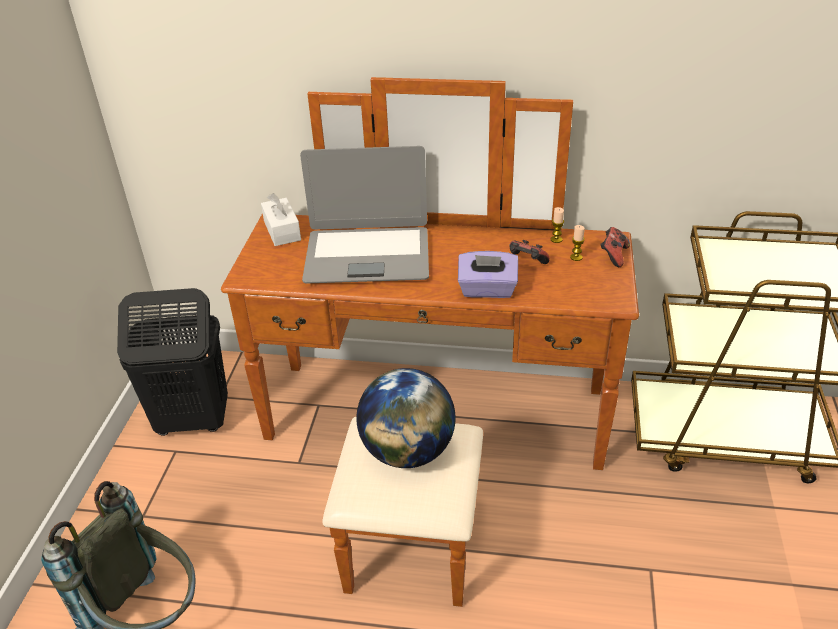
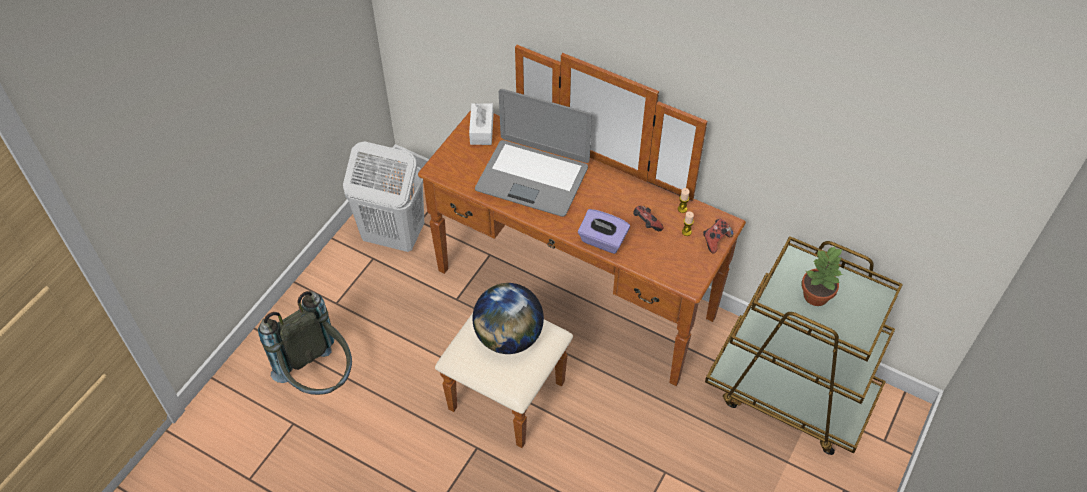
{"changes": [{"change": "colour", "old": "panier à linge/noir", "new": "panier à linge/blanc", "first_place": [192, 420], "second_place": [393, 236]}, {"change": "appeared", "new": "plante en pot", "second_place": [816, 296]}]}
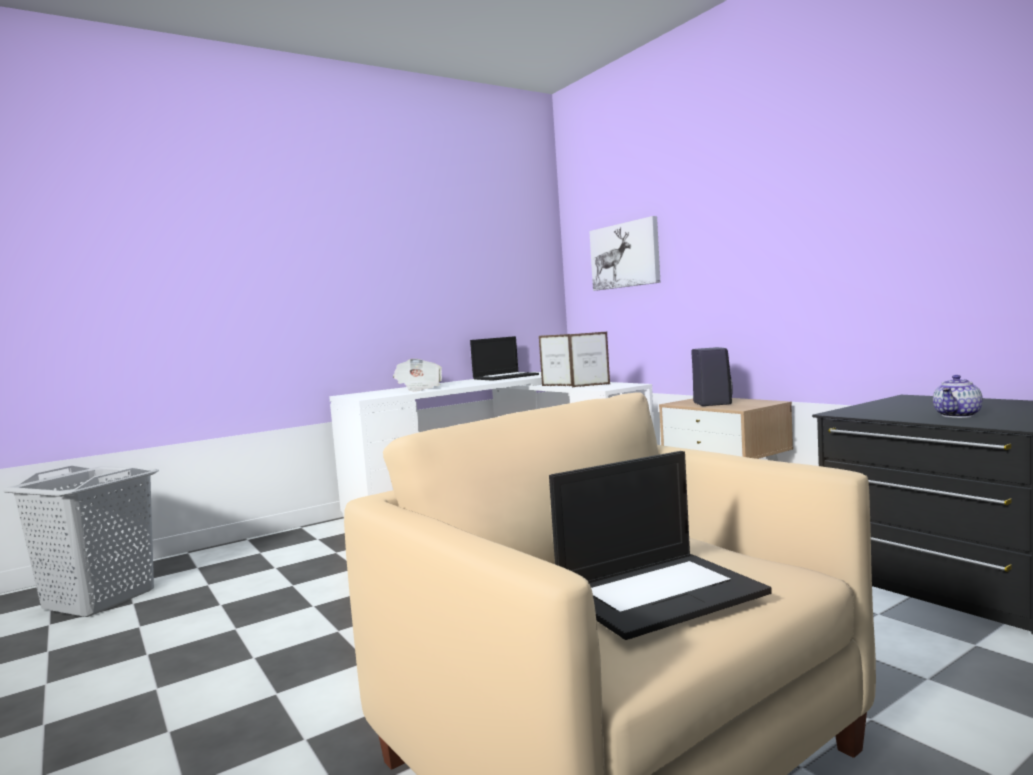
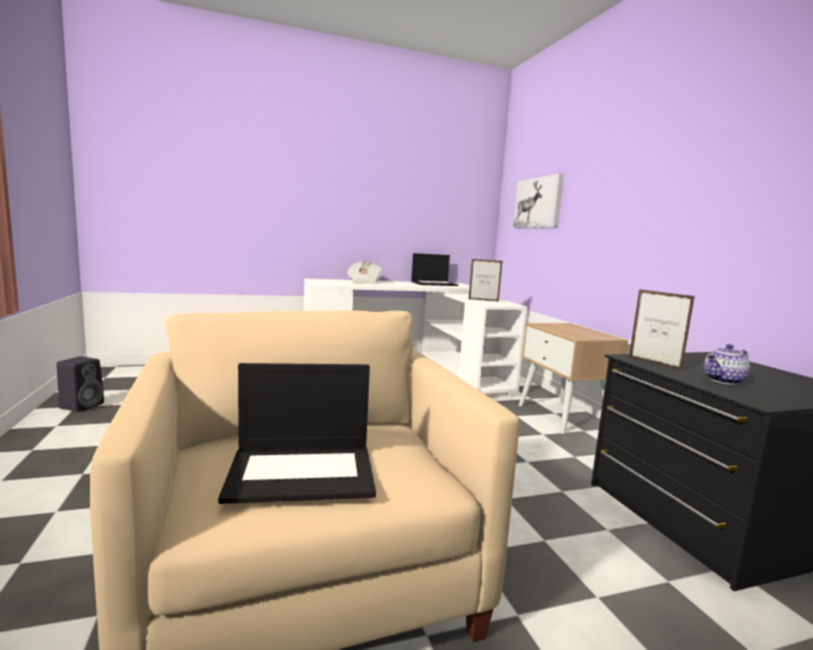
{"changes": [{"change": "missing", "old": "panier à linge/gris", "first_place": [100, 599]}, {"change": "relocated", "old": "cadre photo", "first_place": [557, 386], "second_place": [654, 363]}, {"change": "relocated", "old": "enceinte/noir", "first_place": [711, 403], "second_place": [82, 405]}]}
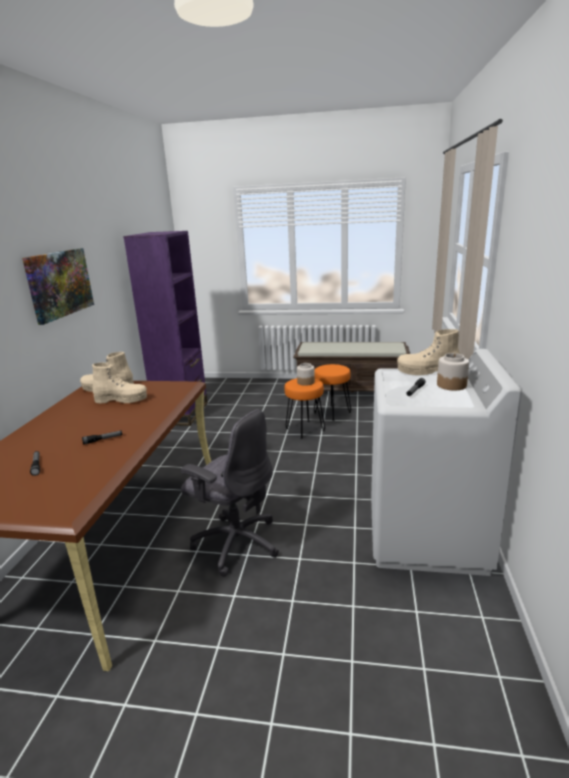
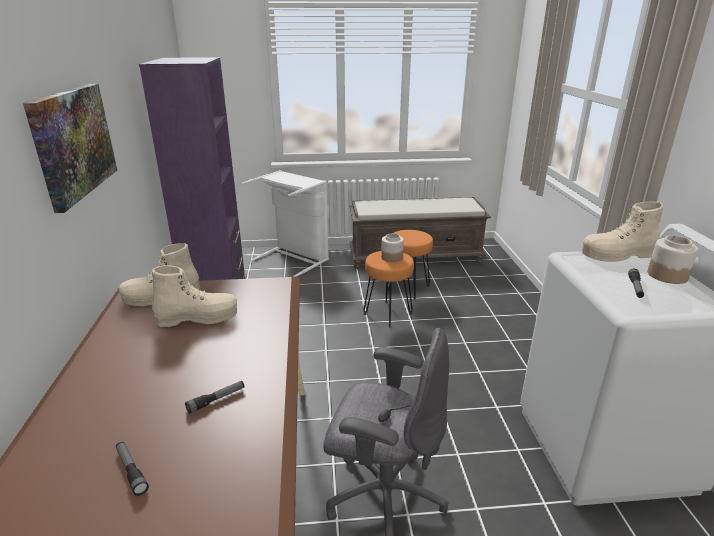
{"changes": [{"change": "appeared", "new": "panier à linge/blanc", "second_place": [295, 258]}]}
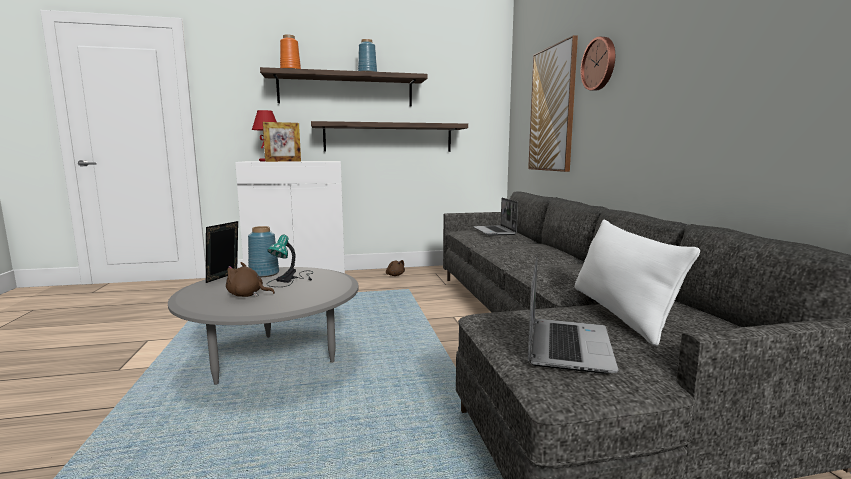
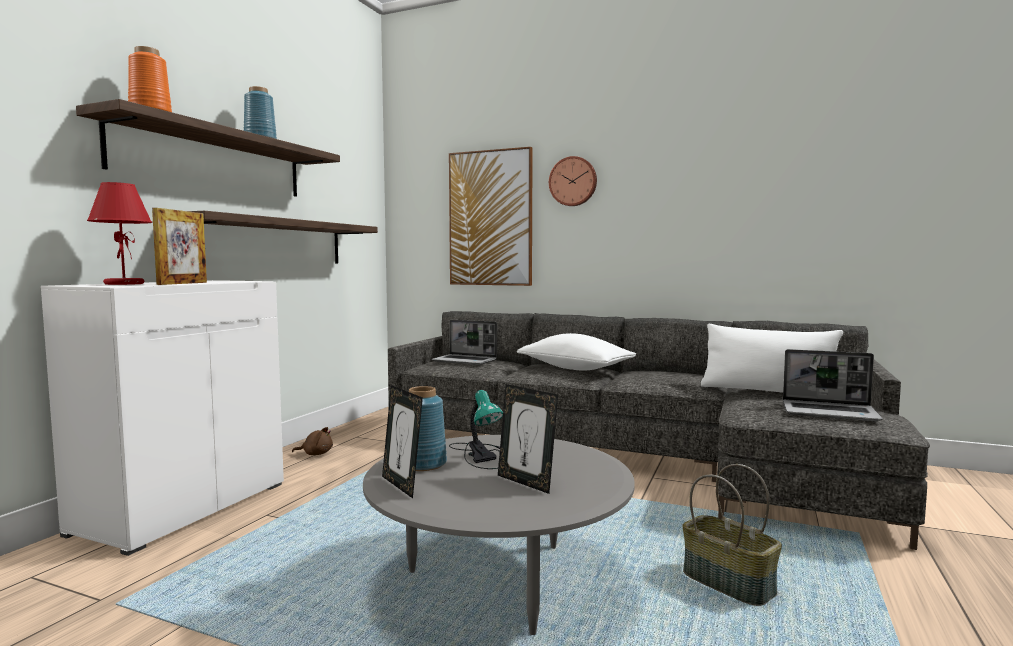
{"changes": [{"change": "exchanged", "old": "peluche/marron", "new": "cadre photo", "first_place": [247, 295], "second_place": [526, 482]}, {"change": "spun", "old": "ordinateur portable", "first_place": [566, 346], "second_place": [830, 412], "degrees": 150}, {"change": "appeared", "new": "coussin/blanc", "second_place": [575, 368]}, {"change": "appeared", "new": "panier", "second_place": [729, 583]}]}
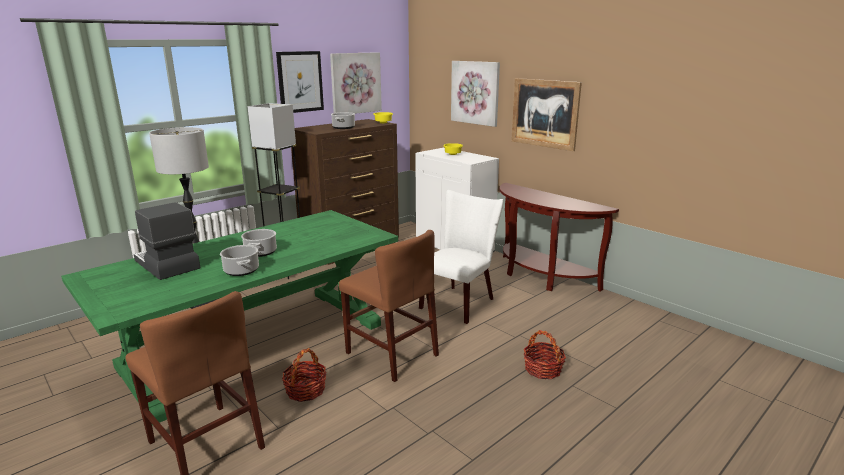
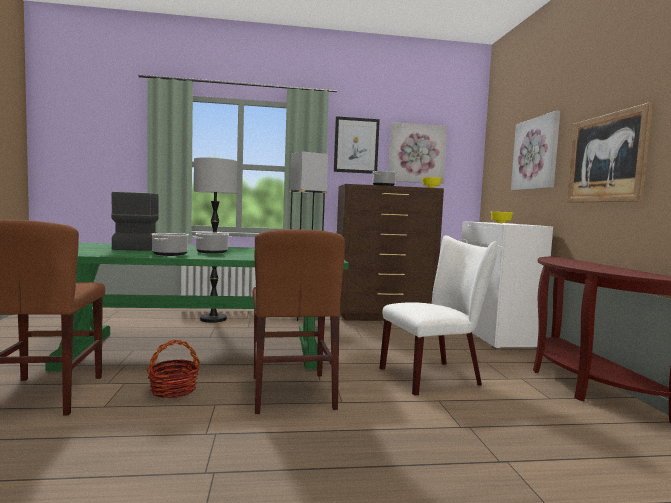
{"changes": [{"change": "missing", "old": "panier", "first_place": [542, 369]}]}
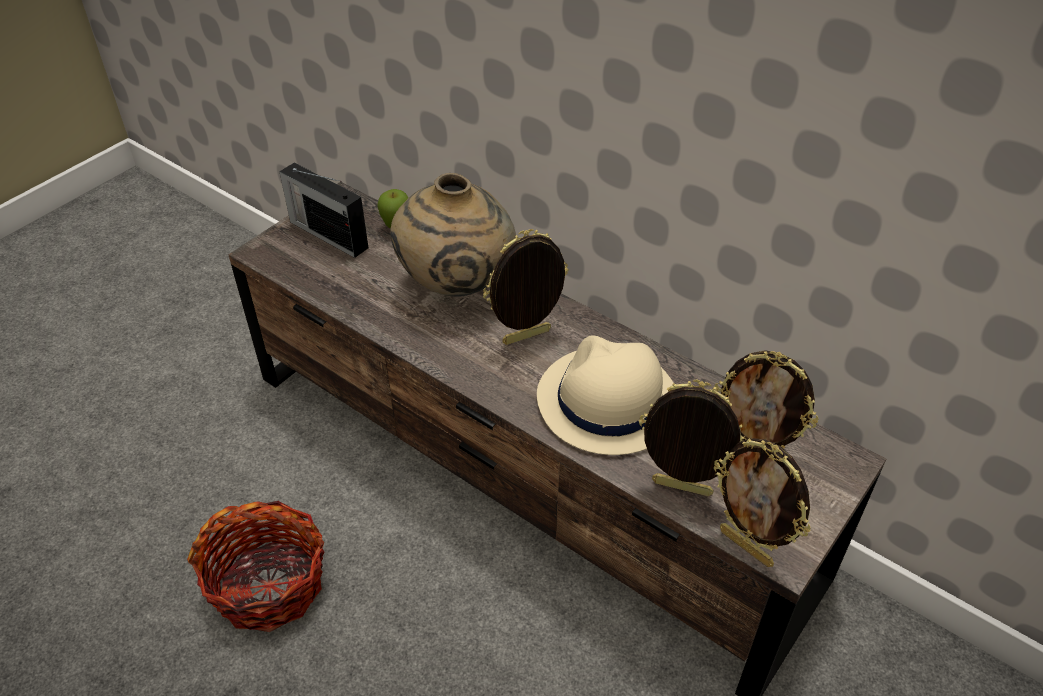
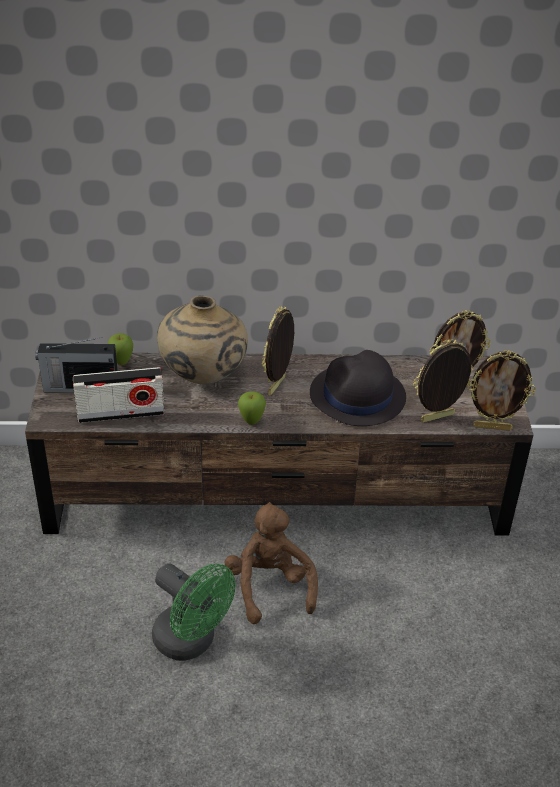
{"changes": [{"change": "exchanged", "old": "panier", "new": "ventilateur/vert", "first_place": [269, 584], "second_place": [192, 642]}, {"change": "colour", "old": "chapeau/beige", "new": "chapeau/noir", "first_place": [607, 401], "second_place": [357, 396]}, {"change": "appeared", "new": "radio", "second_place": [121, 413]}, {"change": "appeared", "new": "peluche/marron", "second_place": [269, 586]}, {"change": "appeared", "new": "pomme", "second_place": [251, 421]}]}
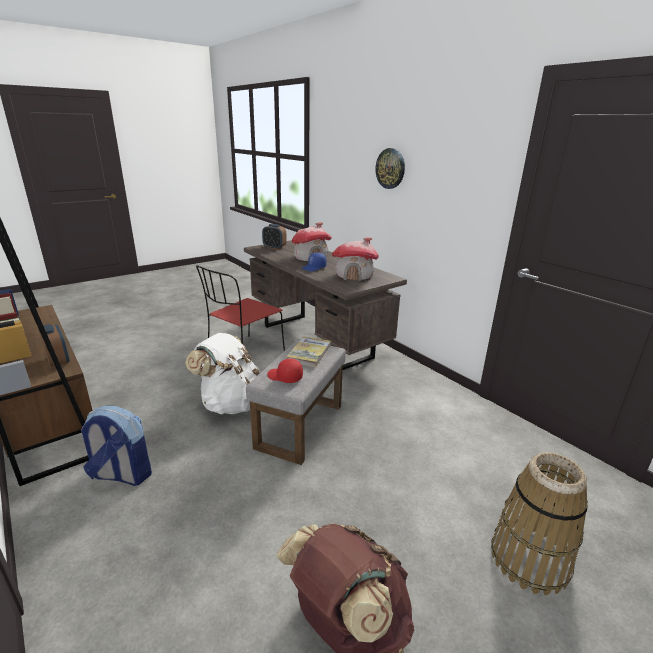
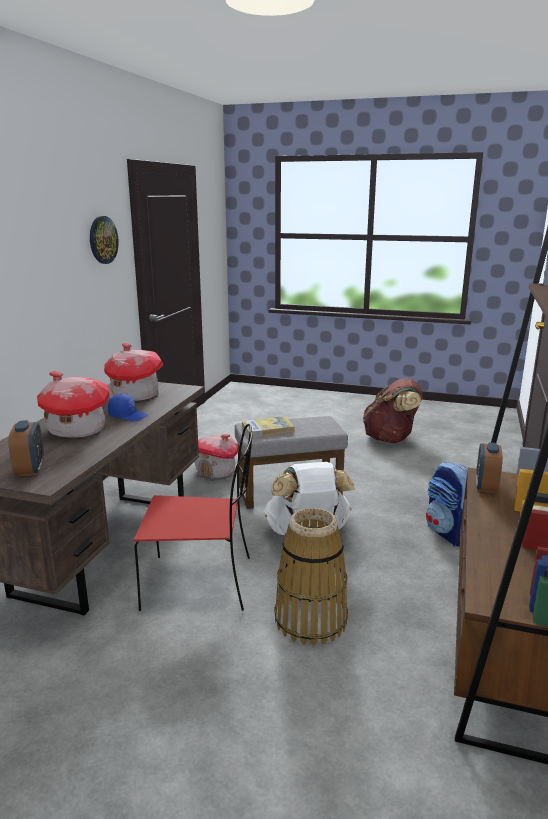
{"changes": [{"change": "missing", "old": "casquette/rouge", "first_place": [284, 377]}, {"change": "relocated", "old": "horloge murale", "first_place": [390, 168], "second_place": [103, 240]}, {"change": "relocated", "old": "panier", "first_place": [529, 558], "second_place": [310, 620]}, {"change": "appeared", "new": "maison miniature", "second_place": [216, 471]}]}
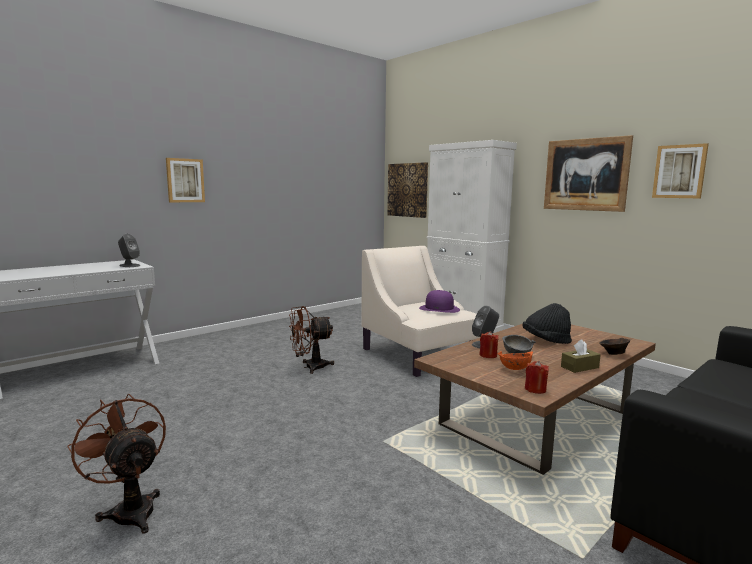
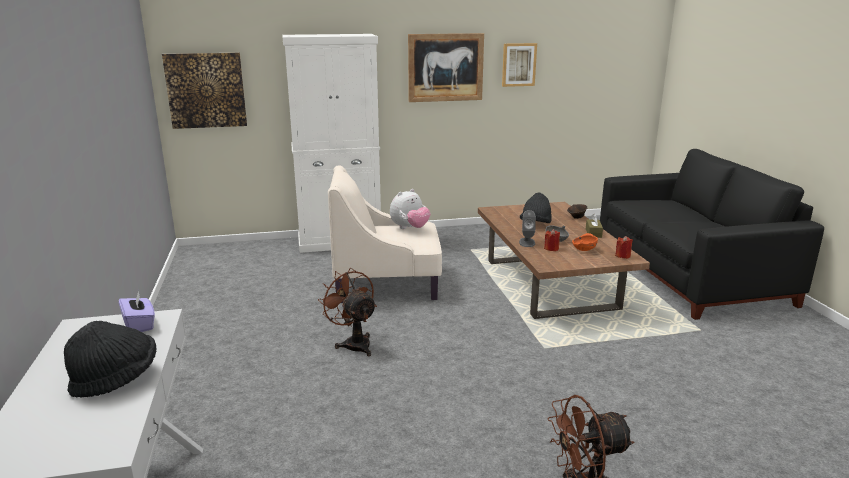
{"changes": [{"change": "exchanged", "old": "enceinte/gris", "new": "boîte à mouchoirs/violet", "first_place": [129, 265], "second_place": [139, 325]}, {"change": "missing", "old": "tableau", "first_place": [185, 180]}, {"change": "spun", "old": "ventilateur/marron", "first_place": [310, 367], "second_place": [354, 343], "degrees": 135}, {"change": "exchanged", "old": "chapeau/violet", "new": "peluche", "first_place": [439, 309], "second_place": [410, 228]}, {"change": "appeared", "new": "chapeau/noir", "second_place": [116, 379]}]}
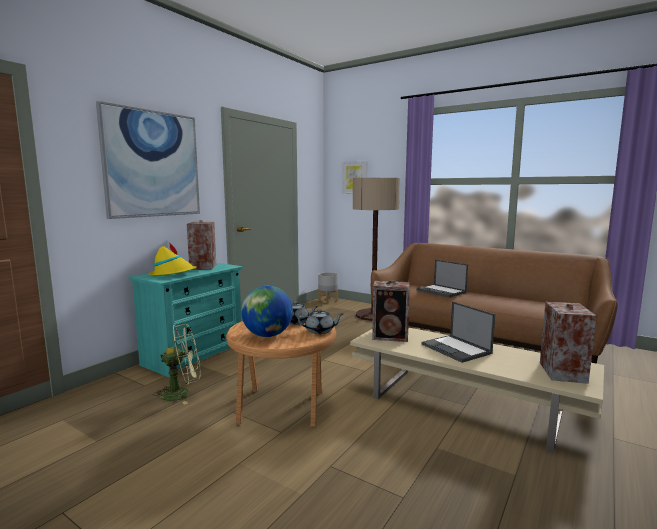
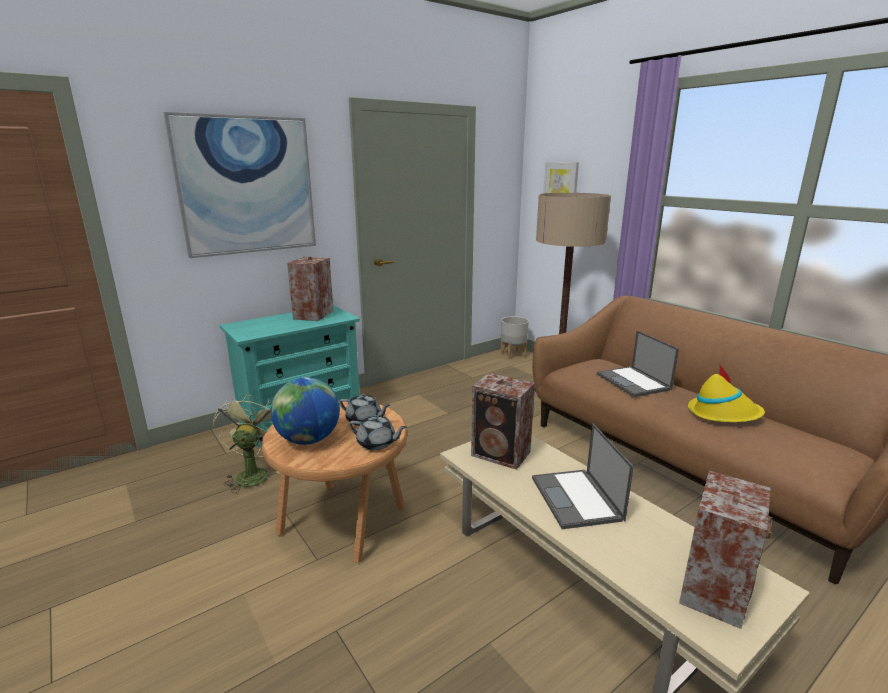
{"changes": [{"change": "relocated", "old": "chapeau/jaune", "first_place": [173, 274], "second_place": [723, 414]}, {"change": "spun", "old": "ventilateur/vert", "first_place": [182, 393], "second_place": [253, 473], "degrees": -90}]}
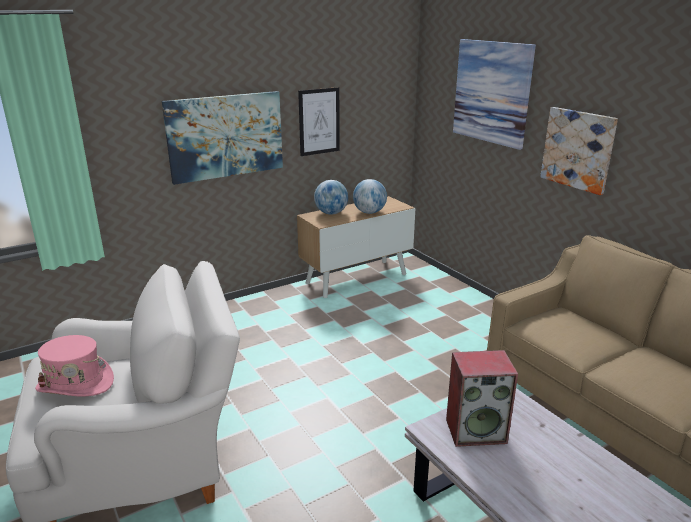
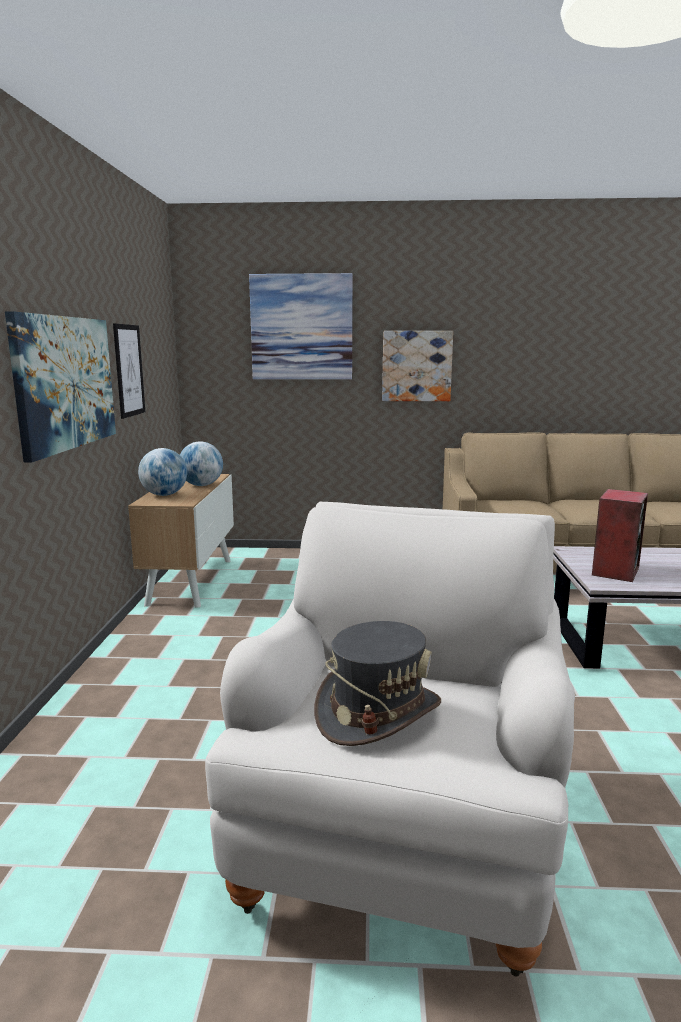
{"changes": [{"change": "colour", "old": "chapeau/rose", "new": "chapeau/gris", "first_place": [76, 384], "second_place": [377, 712]}]}
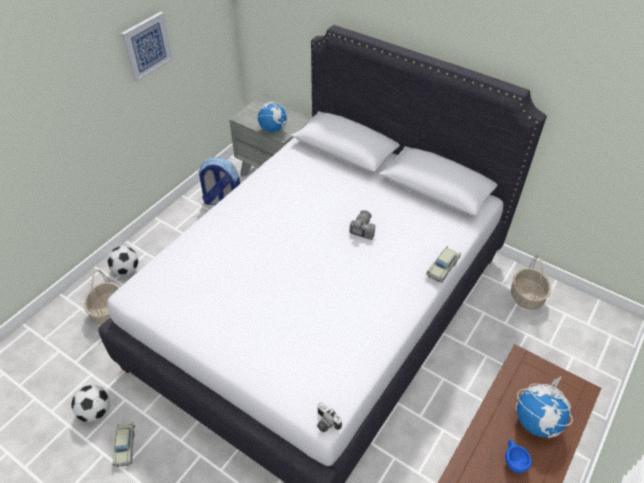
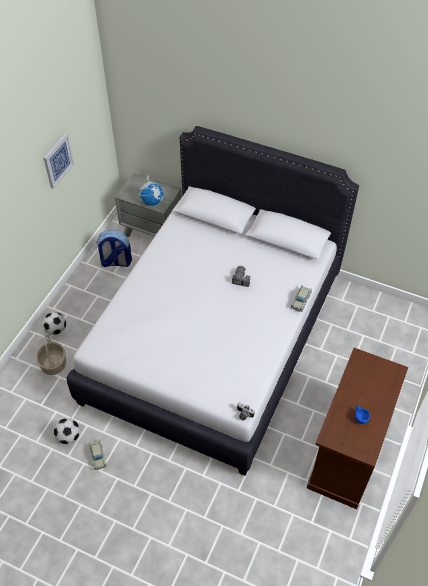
{"changes": [{"change": "missing", "old": "panier", "first_place": [527, 297]}, {"change": "missing", "old": "globe", "first_place": [536, 421]}]}
